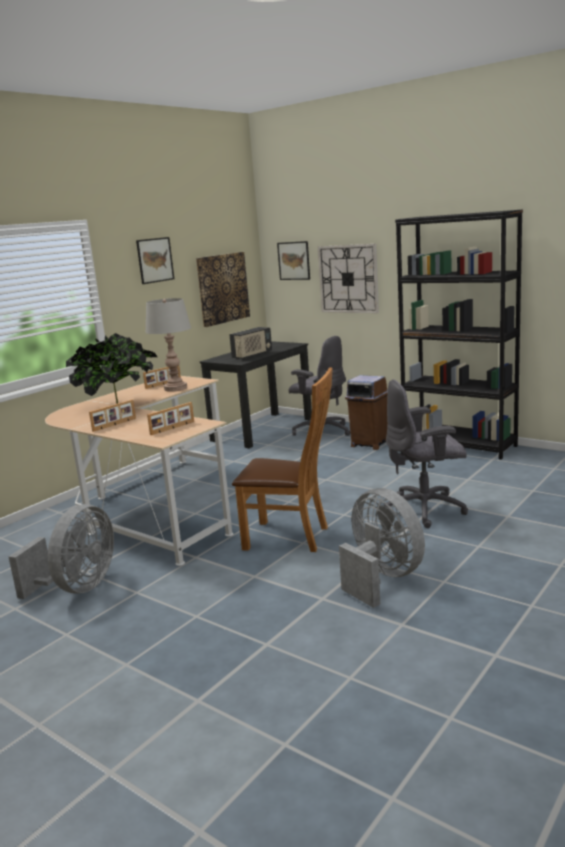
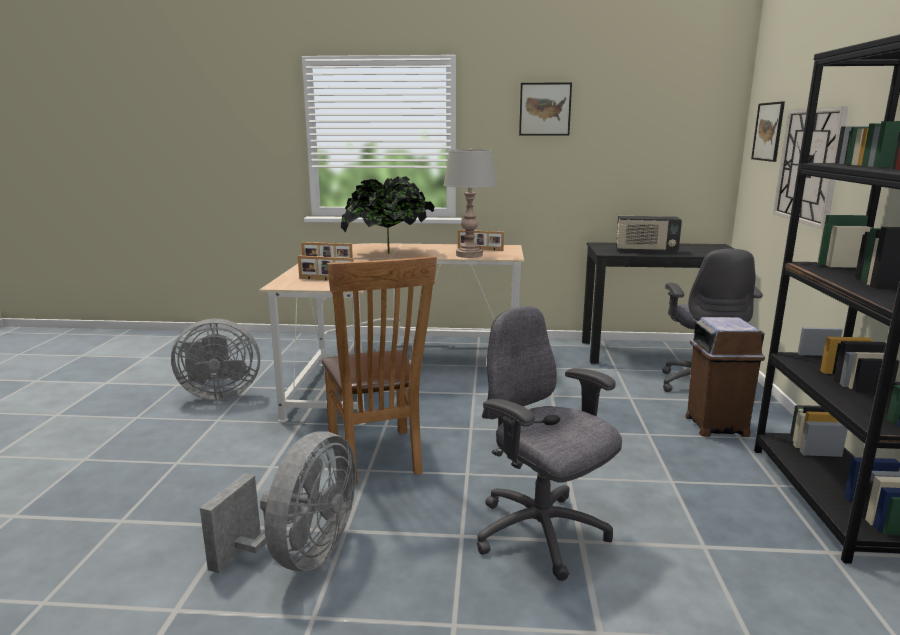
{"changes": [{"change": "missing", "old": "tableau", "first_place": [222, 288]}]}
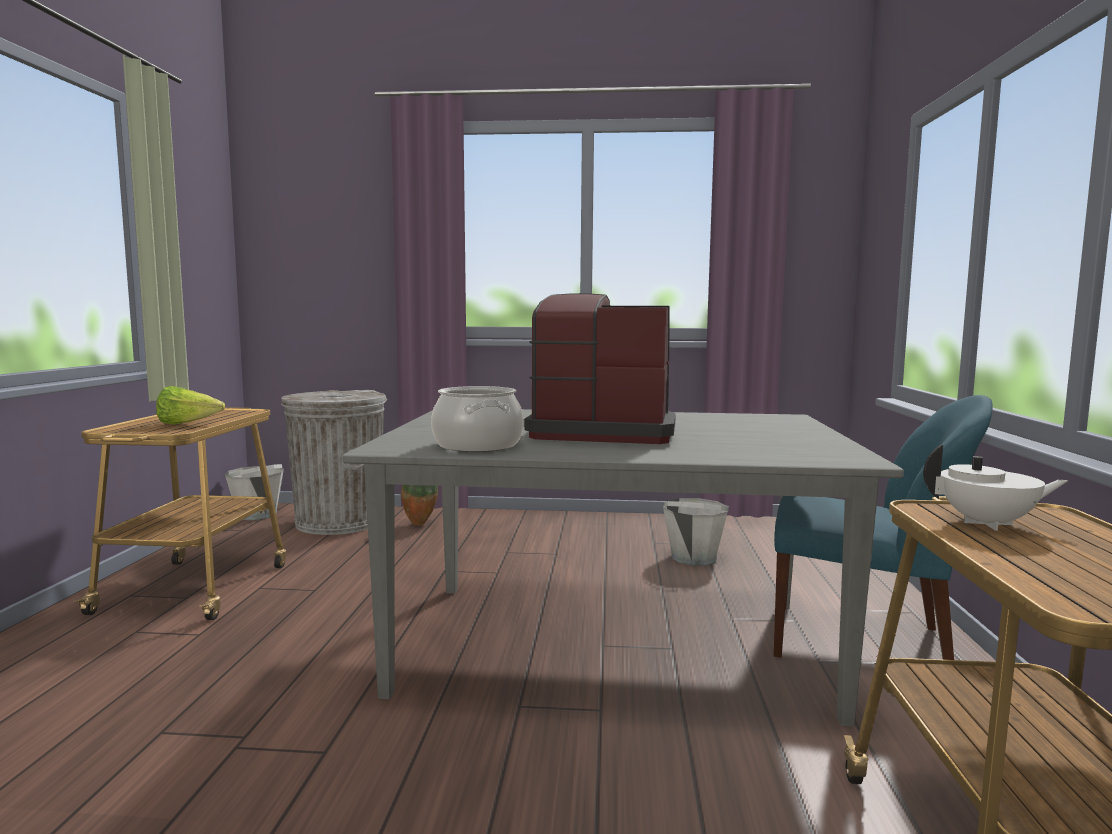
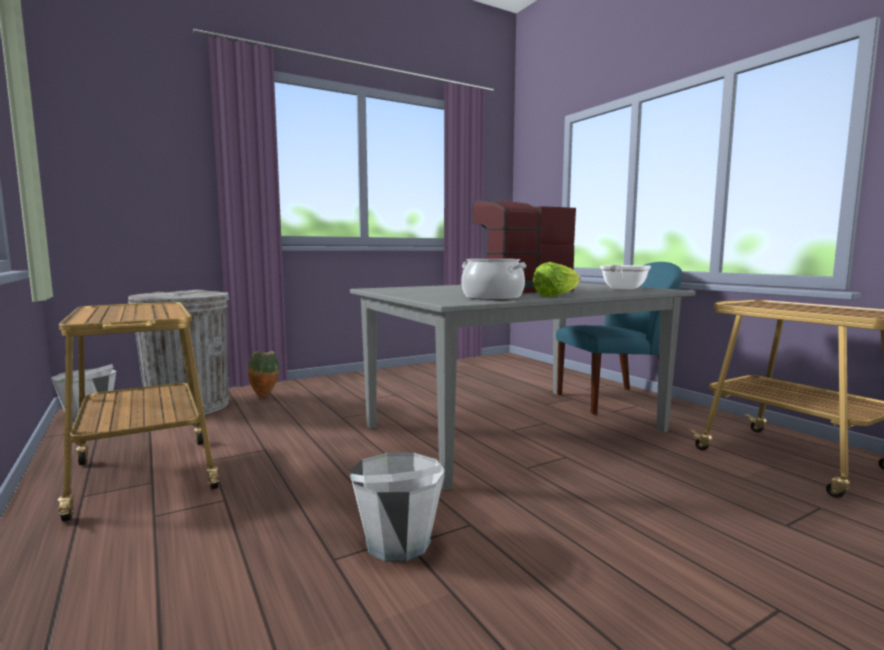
{"changes": [{"change": "relocated", "old": "laitue", "first_place": [187, 424], "second_place": [556, 296]}, {"change": "relocated", "old": "seau/gris", "first_place": [693, 558], "second_place": [397, 543]}, {"change": "missing", "old": "théière/blanc", "first_place": [988, 524]}, {"change": "appeared", "new": "poêle", "second_place": [622, 288]}]}
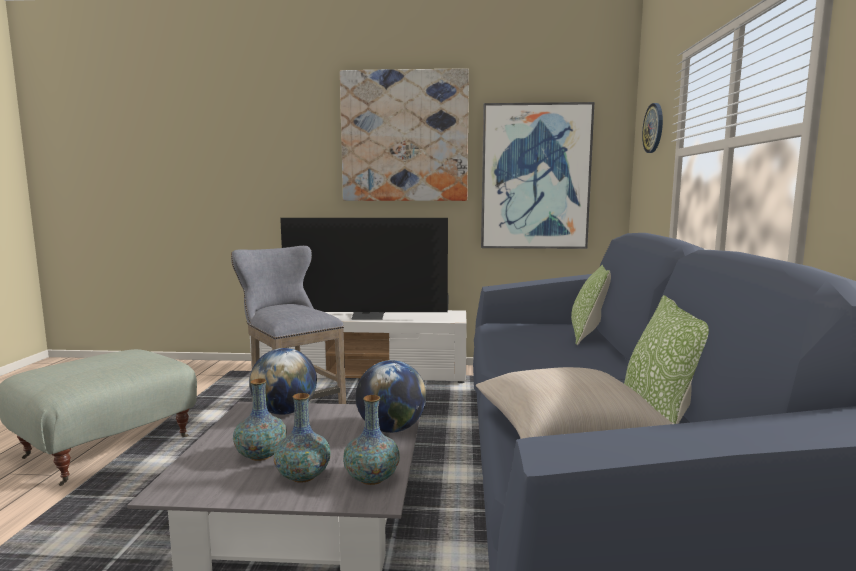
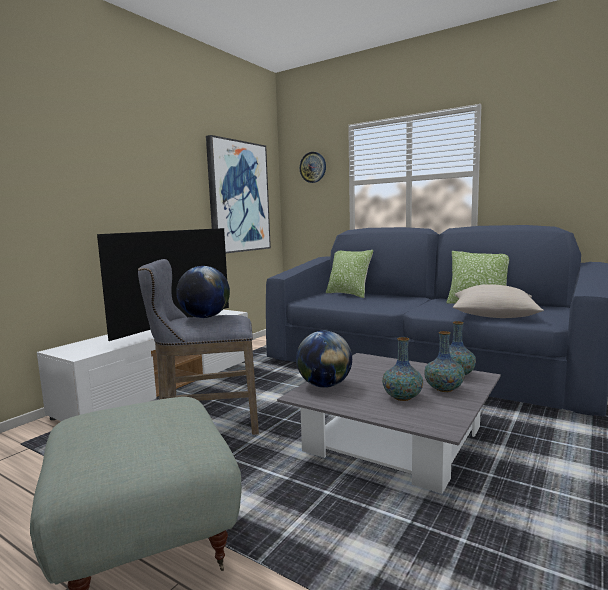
{"changes": [{"change": "missing", "old": "tableau", "first_place": [404, 136]}, {"change": "relocated", "old": "globe", "first_place": [391, 429], "second_place": [205, 317]}]}
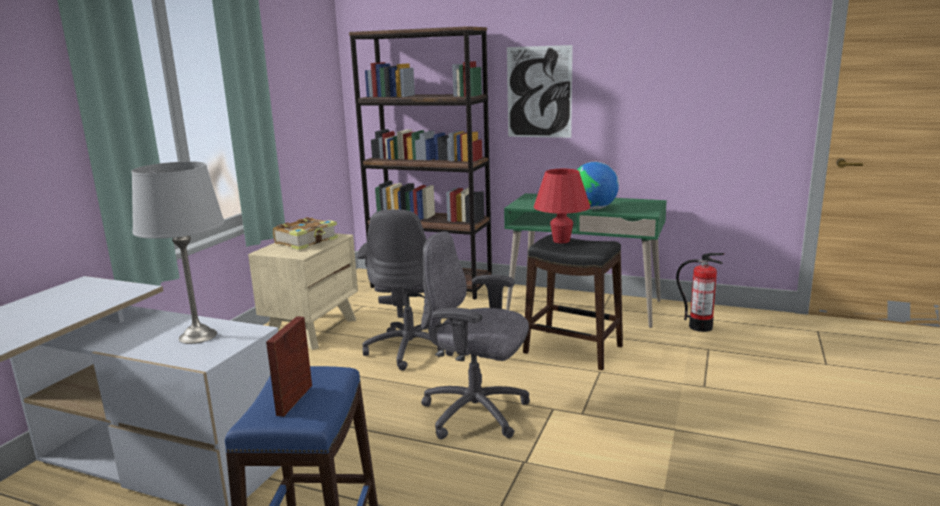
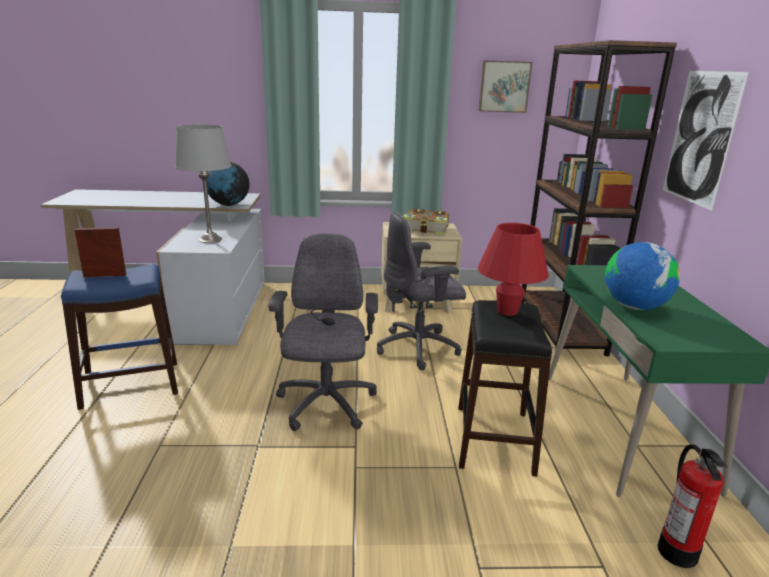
{"changes": [{"change": "appeared", "new": "globe", "second_place": [228, 204]}, {"change": "appeared", "new": "tableau", "second_place": [504, 86]}]}
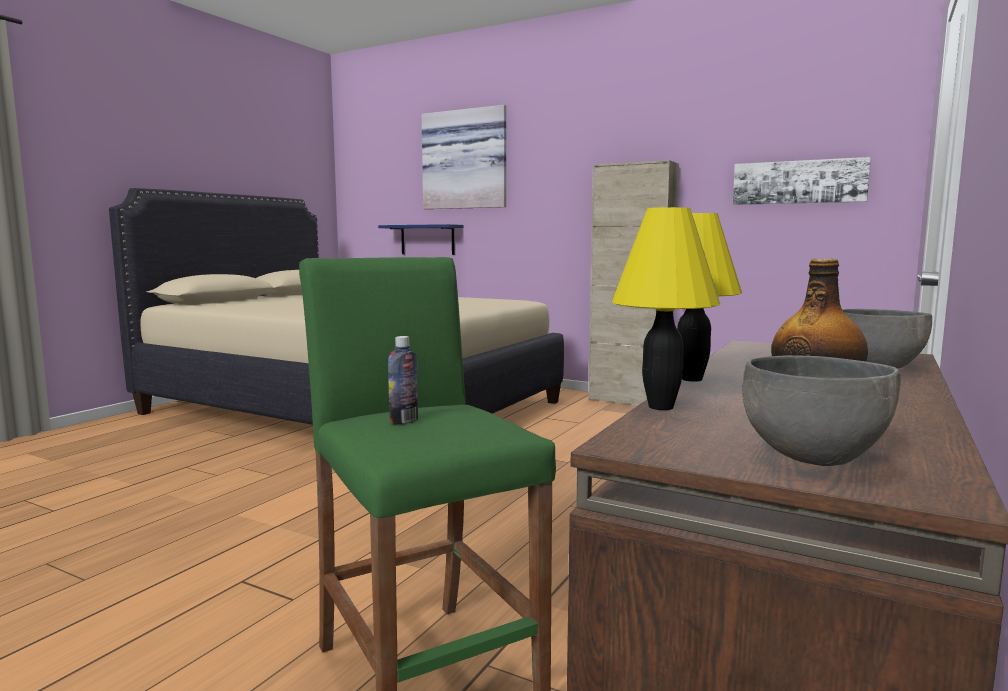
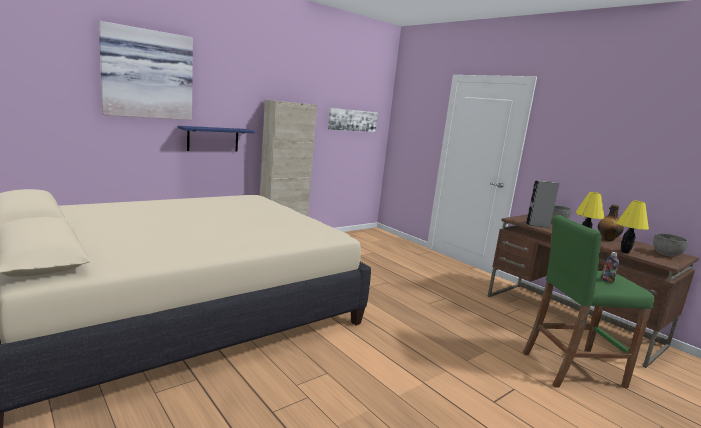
{"changes": [{"change": "relocated", "old": "étagère/bleu", "first_place": [427, 239], "second_place": [213, 139]}, {"change": "appeared", "new": "enceinte/gris", "second_place": [537, 225]}]}
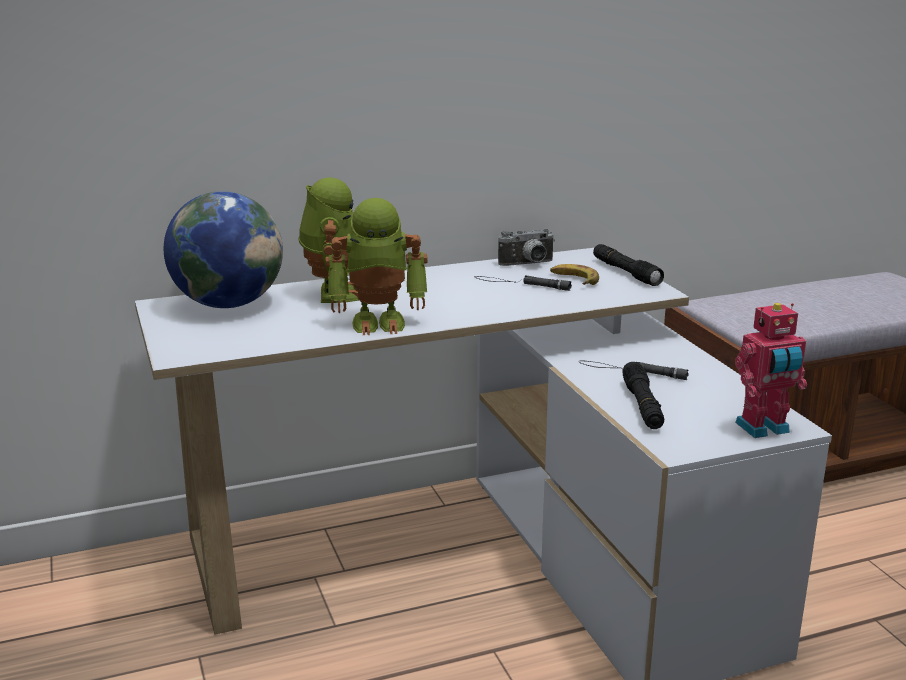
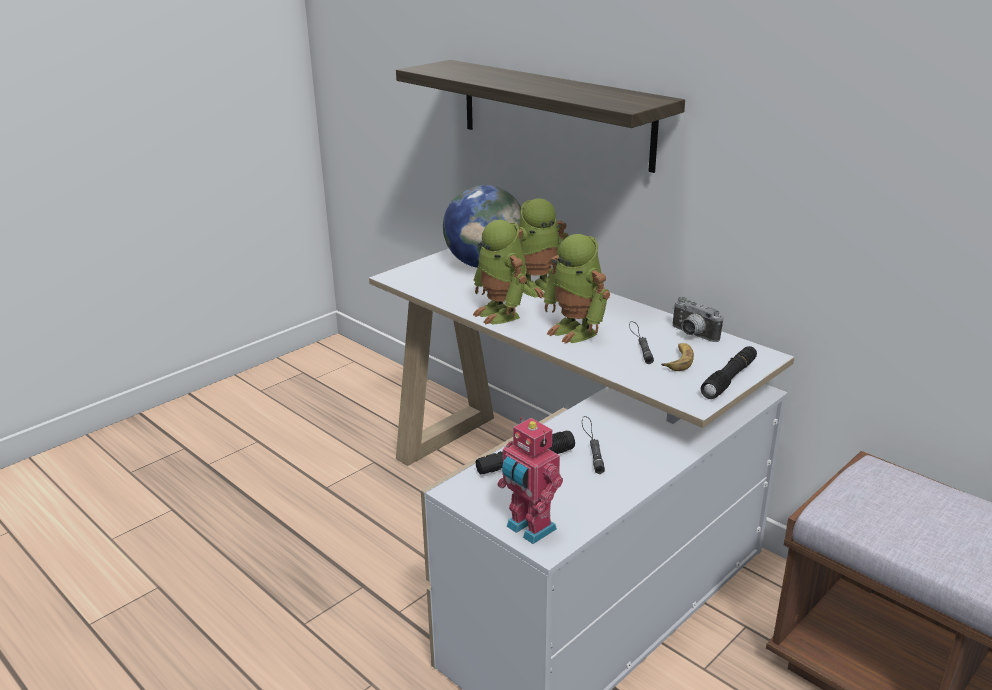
{"changes": [{"change": "appeared", "new": "étagère", "second_place": [554, 113]}, {"change": "appeared", "new": "robot jouet", "second_place": [576, 331]}]}
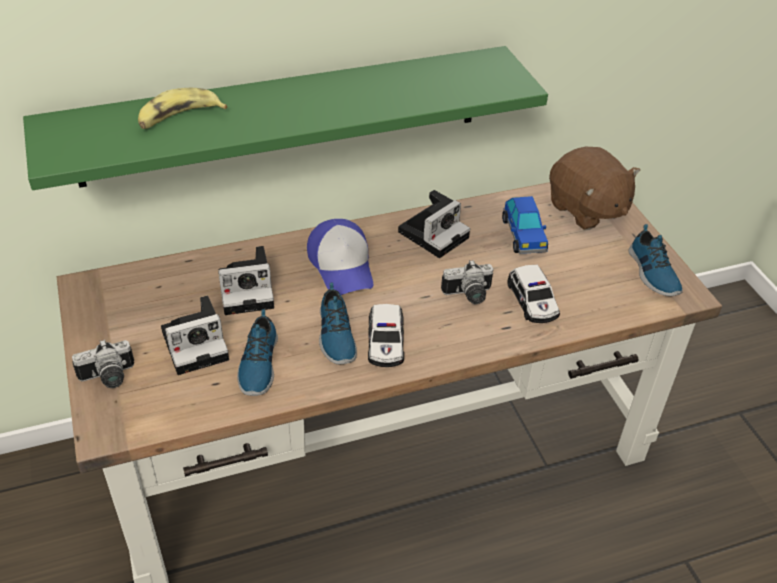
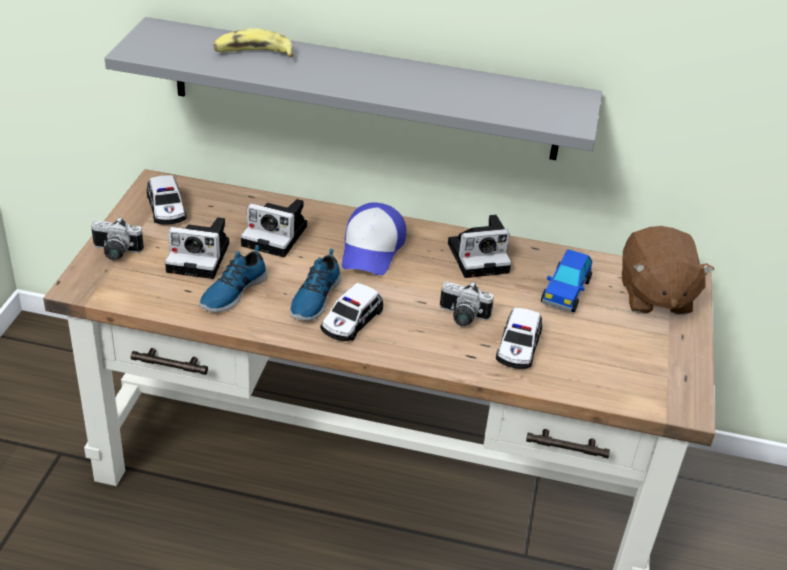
{"changes": [{"change": "colour", "old": "étagère/vert", "new": "étagère/gris", "first_place": [283, 116], "second_place": [365, 90]}, {"change": "missing", "old": "chaussure", "first_place": [652, 273]}, {"change": "appeared", "new": "petite voiture", "second_place": [166, 208]}]}
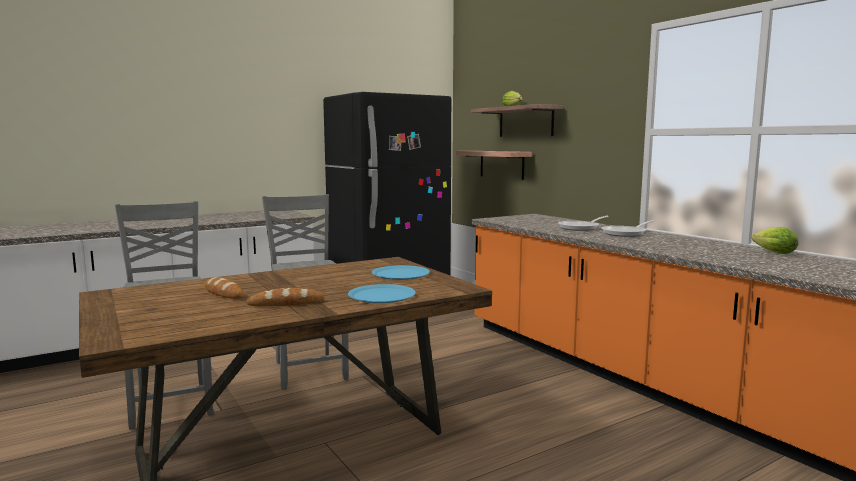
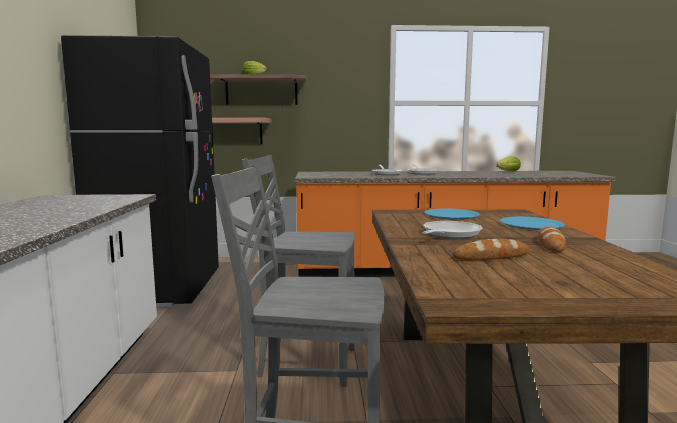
{"changes": [{"change": "appeared", "new": "poêle", "second_place": [449, 234]}]}
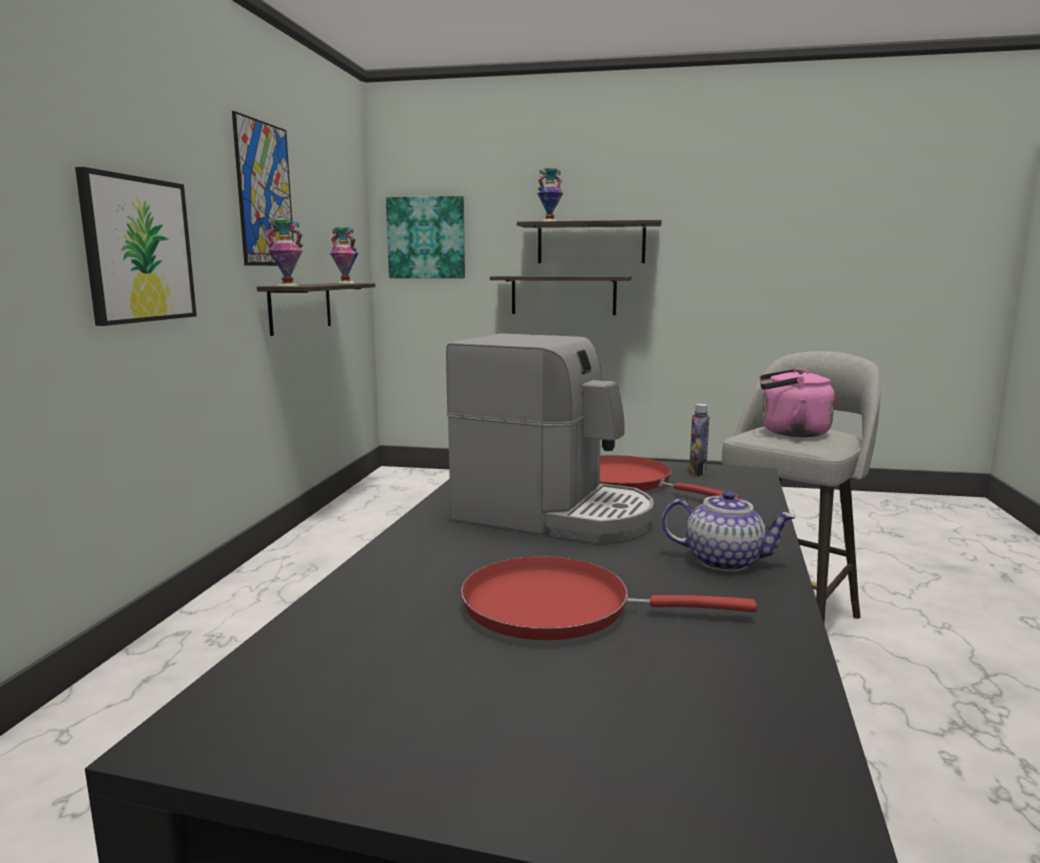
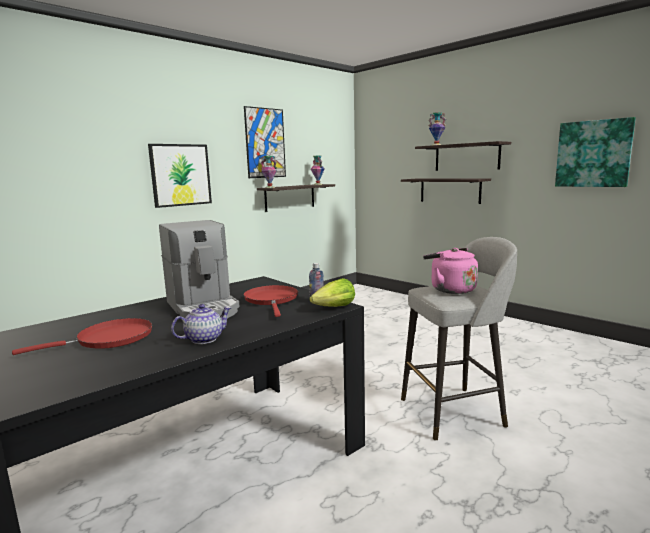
{"changes": [{"change": "relocated", "old": "tableau", "first_place": [426, 238], "second_place": [593, 154]}, {"change": "spun", "old": "poêle/rouge", "first_place": [558, 608], "second_place": [109, 339], "degrees": 105}, {"change": "spun", "old": "théière", "first_place": [724, 561], "second_place": [204, 339], "degrees": -90}, {"change": "appeared", "new": "laitue", "second_place": [335, 307]}]}
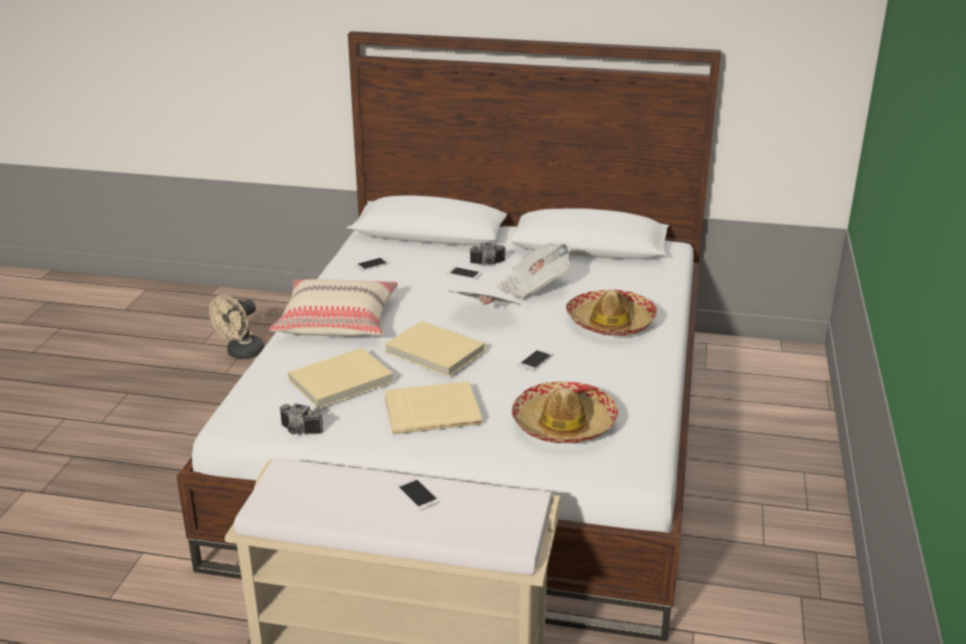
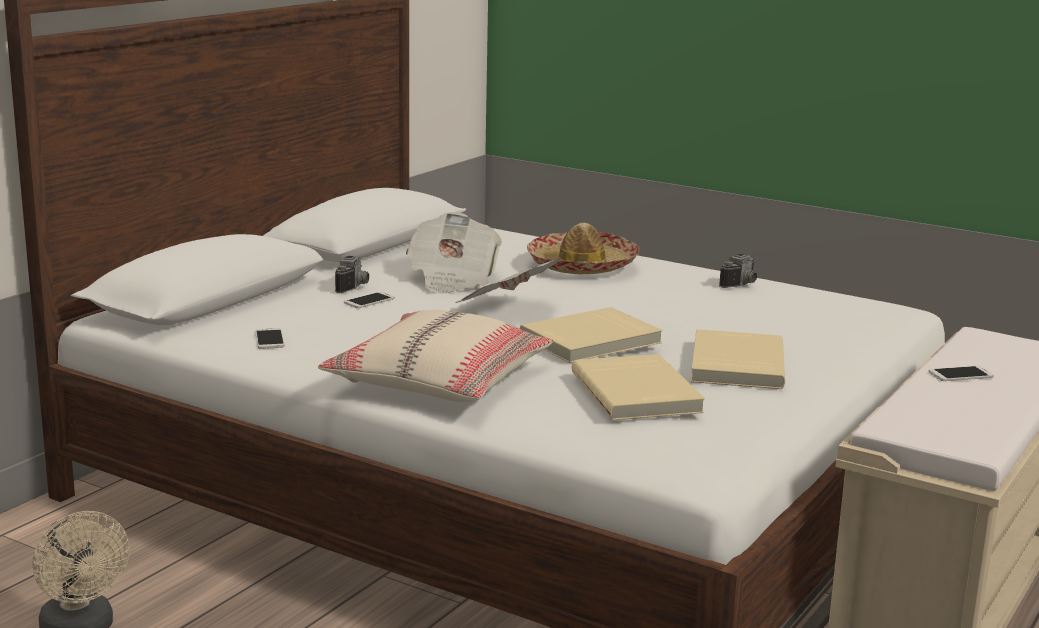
{"changes": [{"change": "relocated", "old": "appareil photo", "first_place": [298, 432], "second_place": [742, 284]}, {"change": "missing", "old": "chapeau", "first_place": [564, 424]}, {"change": "missing", "old": "téléphone", "first_place": [535, 360]}]}
